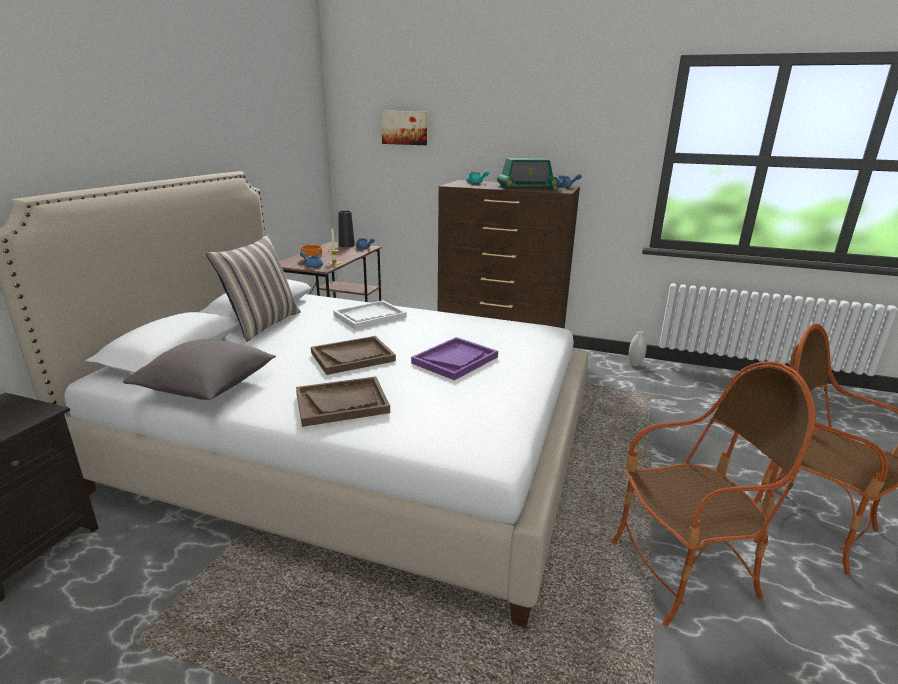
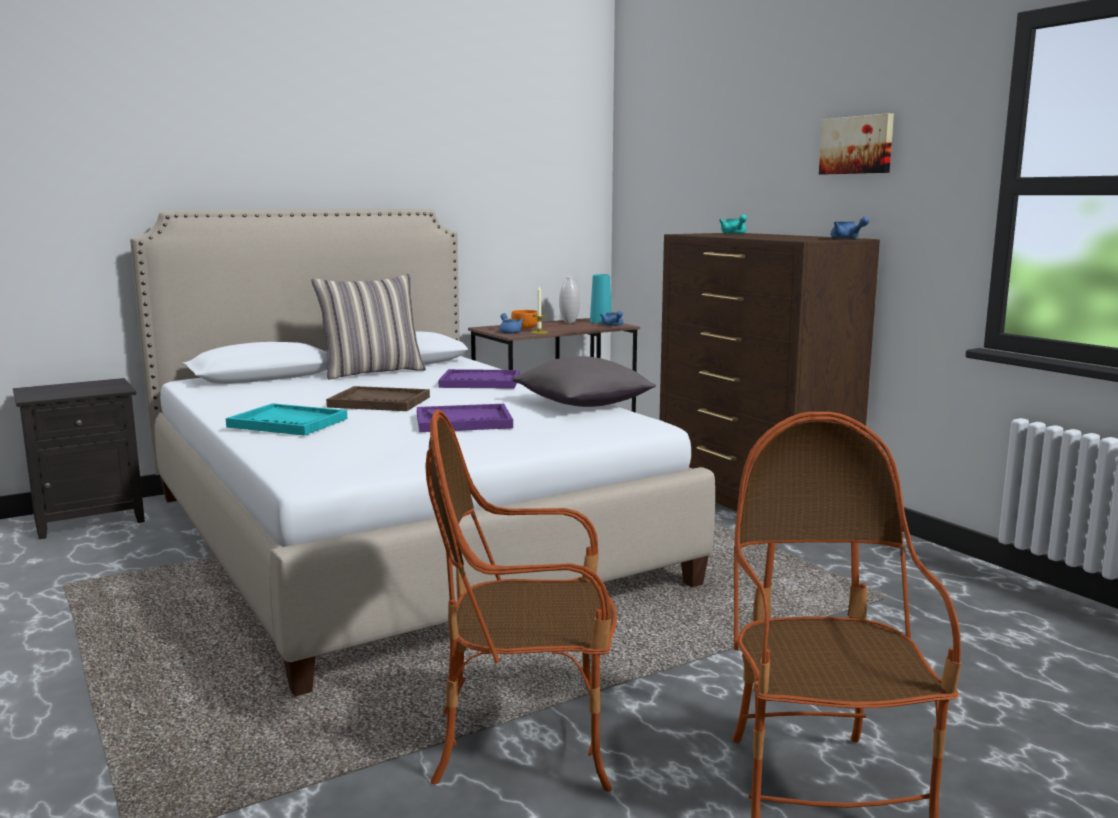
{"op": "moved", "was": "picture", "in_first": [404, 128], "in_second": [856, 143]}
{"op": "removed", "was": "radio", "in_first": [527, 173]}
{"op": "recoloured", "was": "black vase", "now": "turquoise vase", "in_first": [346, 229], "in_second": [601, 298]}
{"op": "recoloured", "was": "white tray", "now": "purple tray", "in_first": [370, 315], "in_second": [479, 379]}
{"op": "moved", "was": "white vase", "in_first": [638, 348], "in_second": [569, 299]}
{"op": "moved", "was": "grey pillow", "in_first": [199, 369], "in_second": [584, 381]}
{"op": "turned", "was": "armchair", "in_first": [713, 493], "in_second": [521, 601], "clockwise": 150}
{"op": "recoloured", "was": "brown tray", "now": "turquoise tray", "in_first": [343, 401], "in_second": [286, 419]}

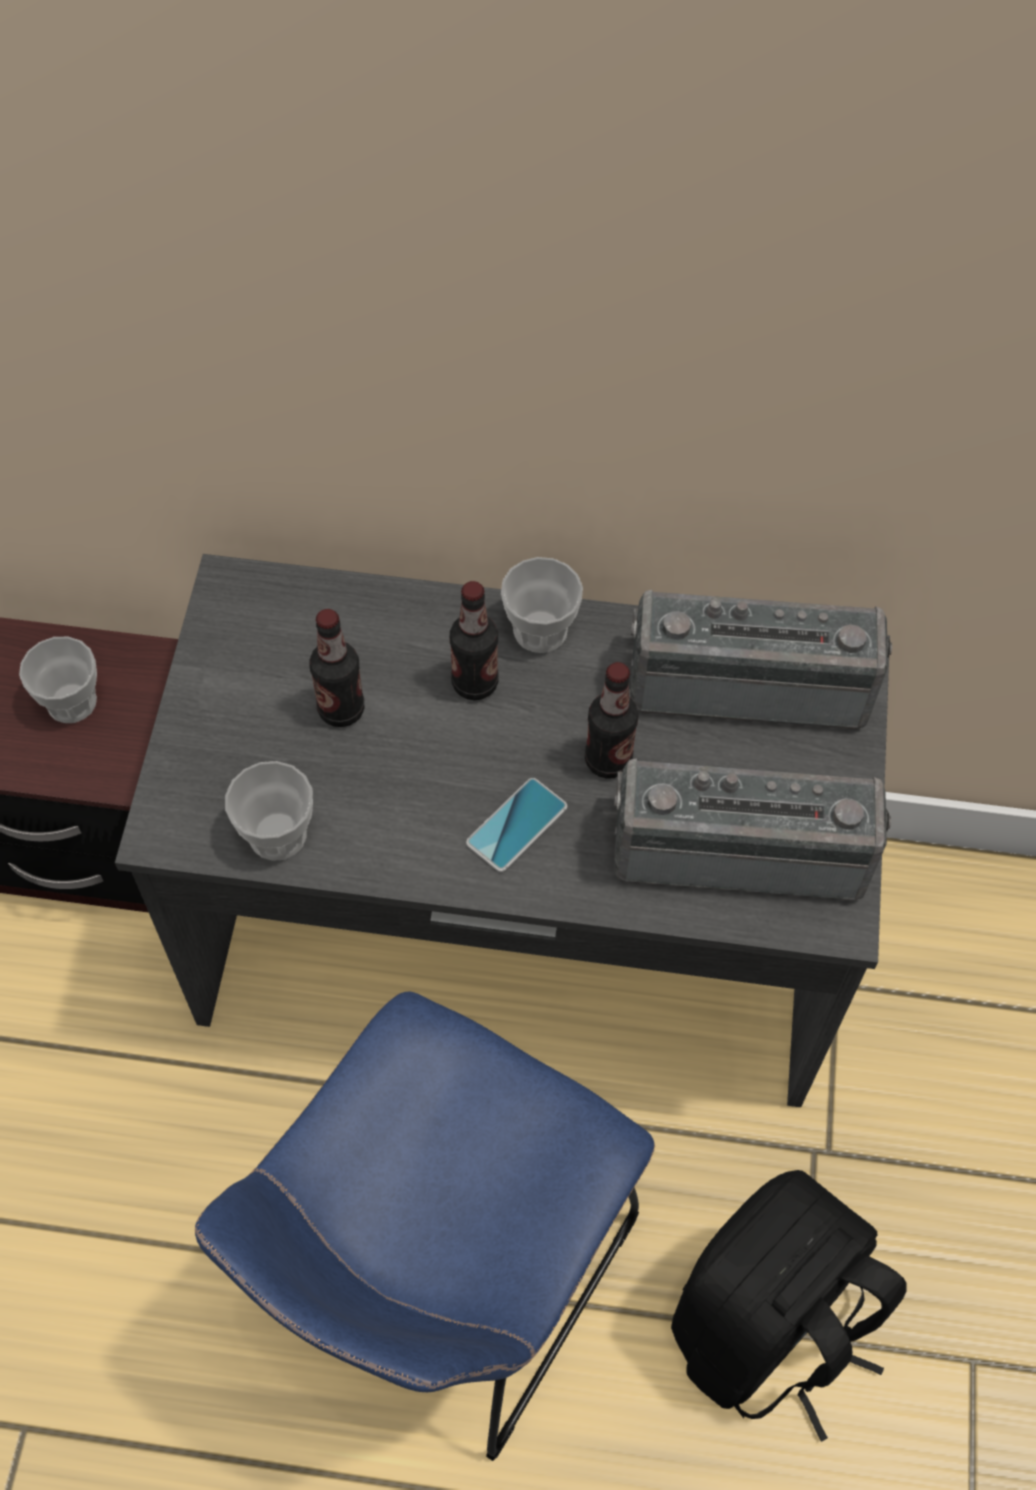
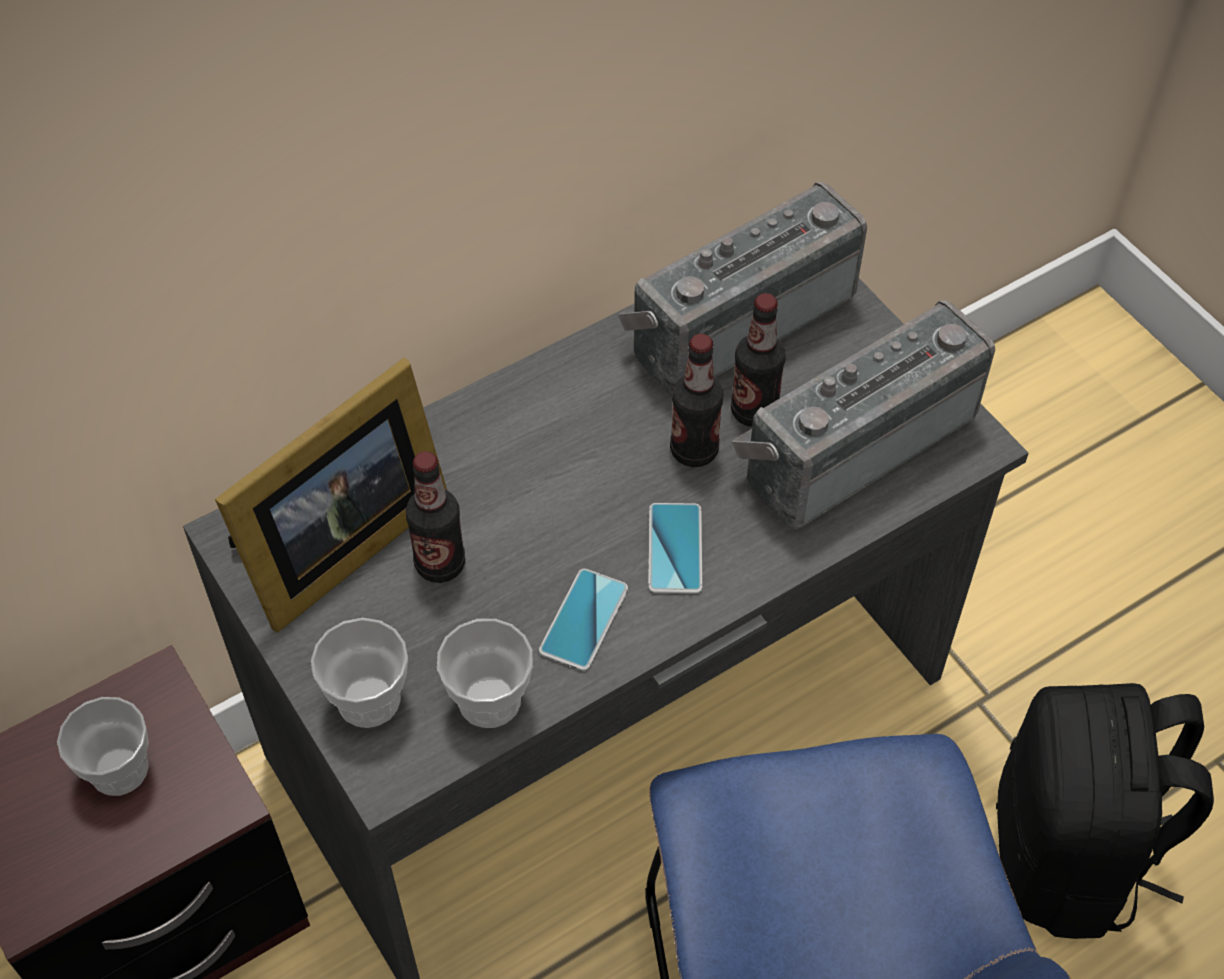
{"op": "moved", "was": "cup", "in_first": [542, 605], "in_second": [359, 673]}
{"op": "moved", "was": "bottle", "in_first": [474, 640], "in_second": [758, 360]}
{"op": "added", "now": "picture frame", "in_second": [331, 495]}
{"op": "added", "now": "phone", "in_second": [583, 620]}

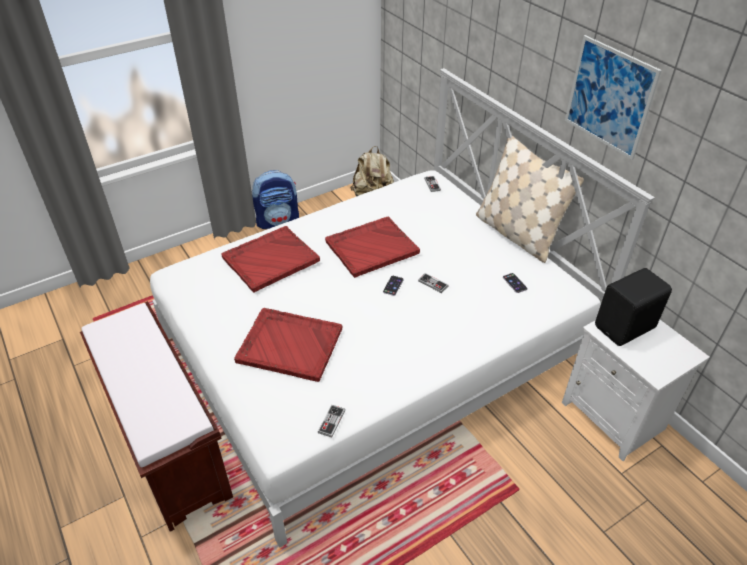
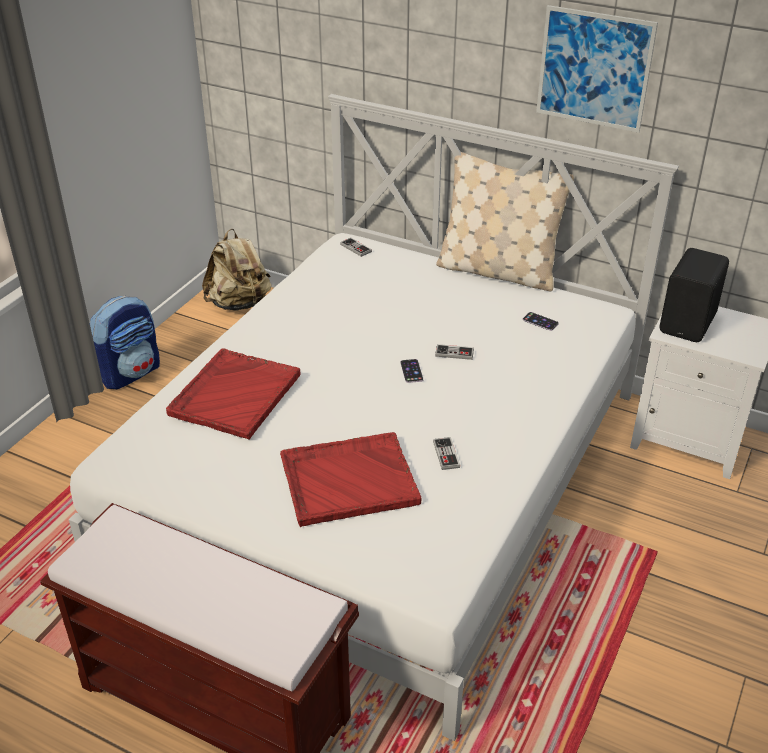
{"op": "removed", "was": "red tray", "in_first": [372, 247]}
{"op": "moved", "was": "game controller", "in_first": [331, 421], "in_second": [446, 453]}

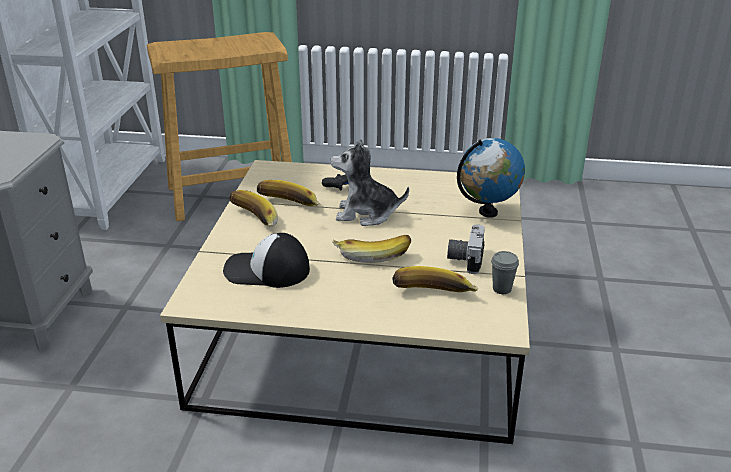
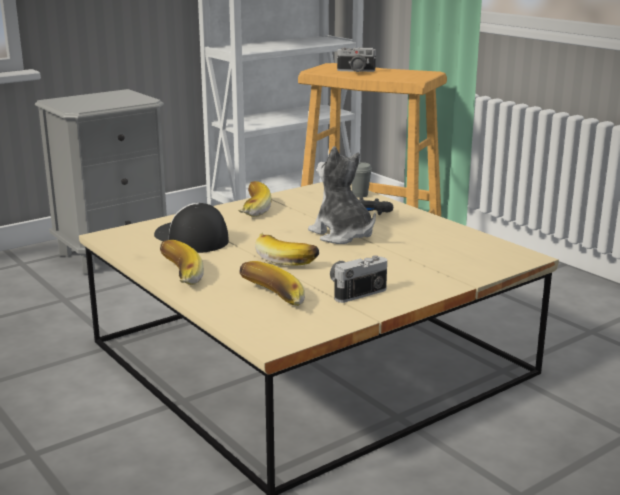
{"op": "removed", "was": "globe", "in_first": [491, 178]}
{"op": "moved", "was": "banana", "in_first": [288, 193], "in_second": [182, 262]}
{"op": "moved", "was": "grey cup", "in_first": [505, 272], "in_second": [361, 180]}
{"op": "added", "now": "photo camera", "in_second": [356, 59]}

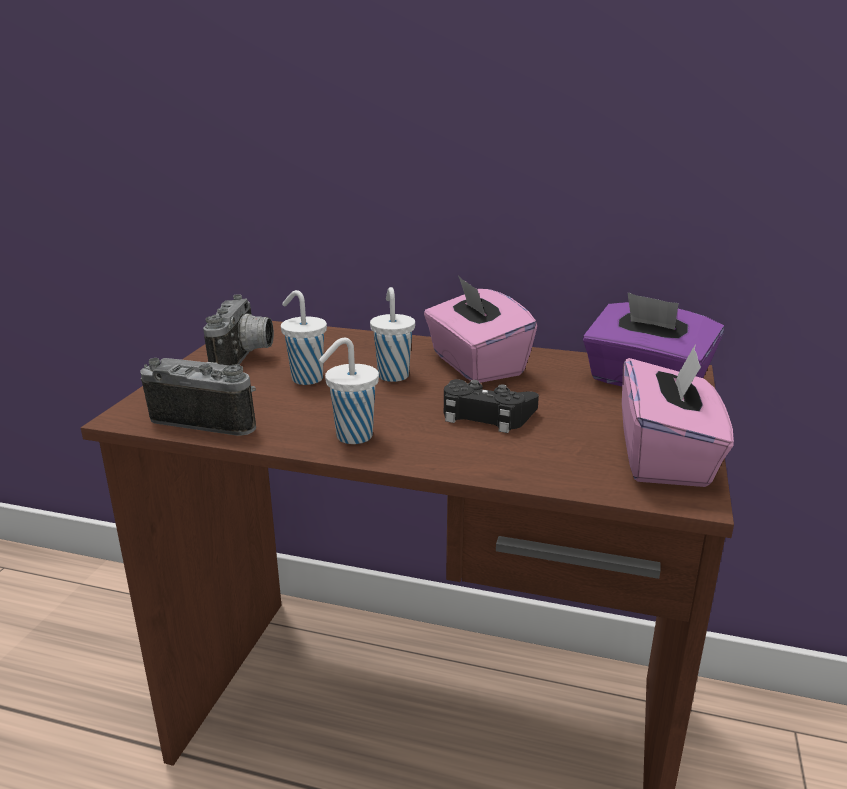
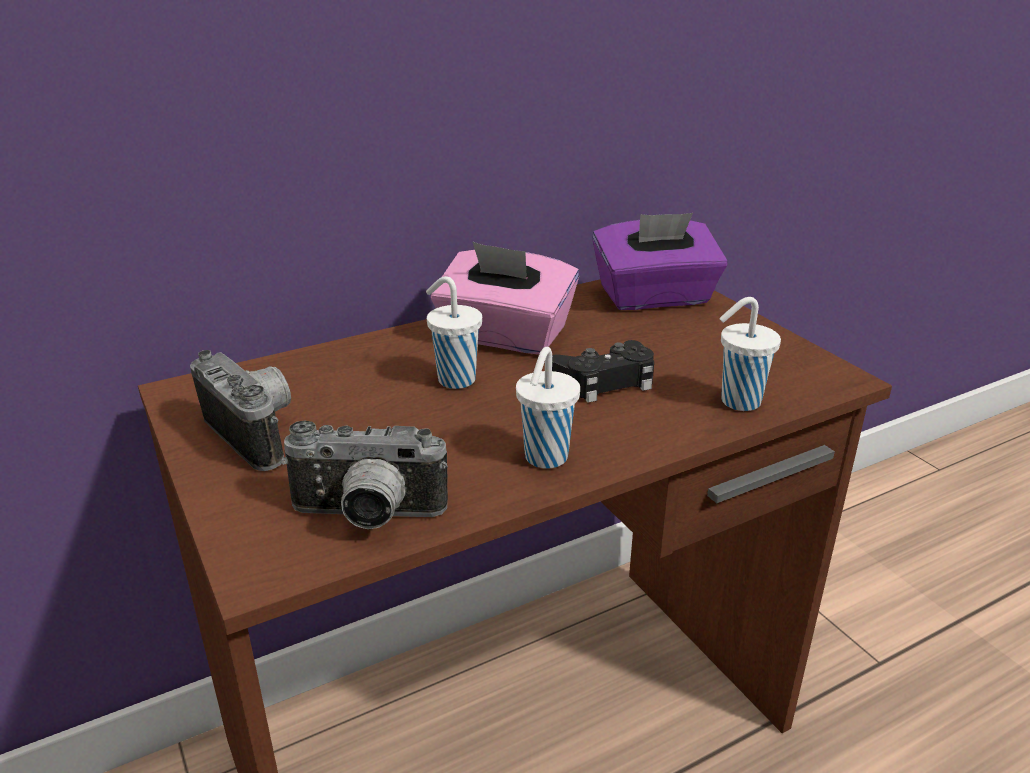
{"op": "moved", "was": "white cup", "in_first": [304, 337], "in_second": [750, 354]}
{"op": "removed", "was": "pink tissue box", "in_first": [678, 415]}
{"op": "turned", "was": "photo camera", "in_first": [198, 397], "in_second": [364, 474], "clockwise": -150}

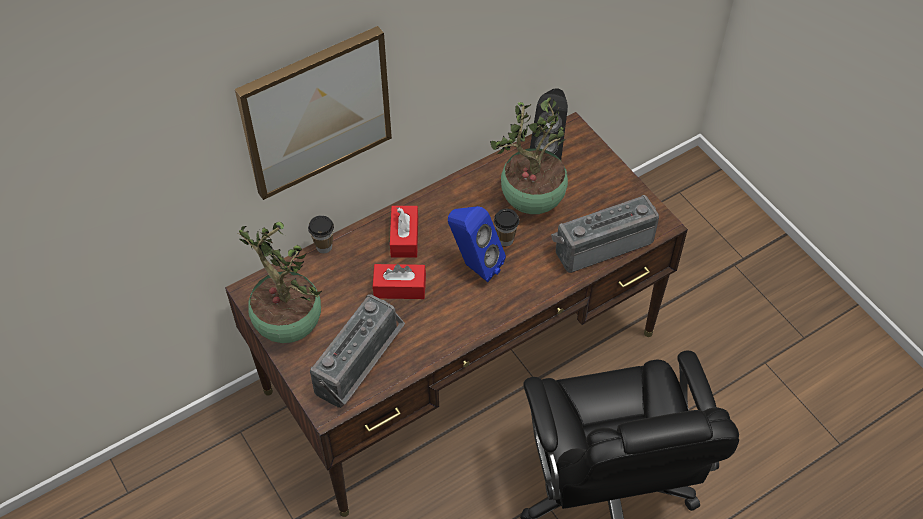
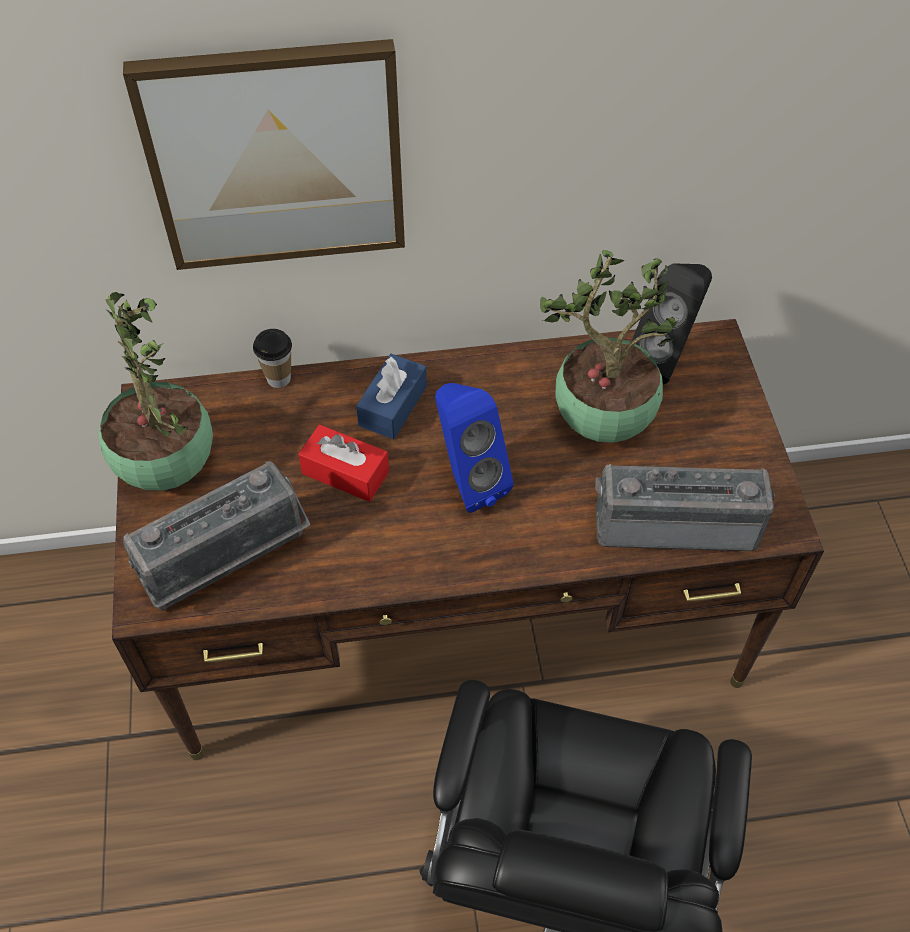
{"op": "recoloured", "was": "red tissue box", "now": "blue tissue box", "in_first": [404, 232], "in_second": [391, 396]}
{"op": "removed", "was": "cup", "in_first": [506, 227]}

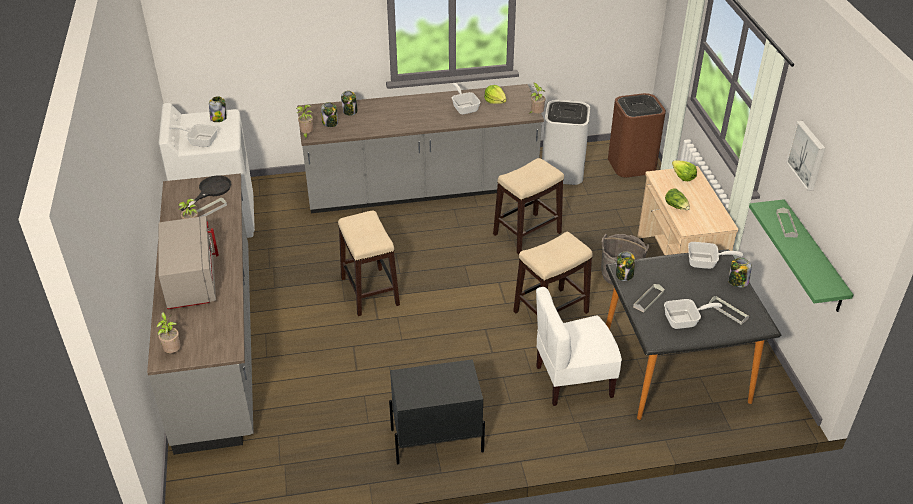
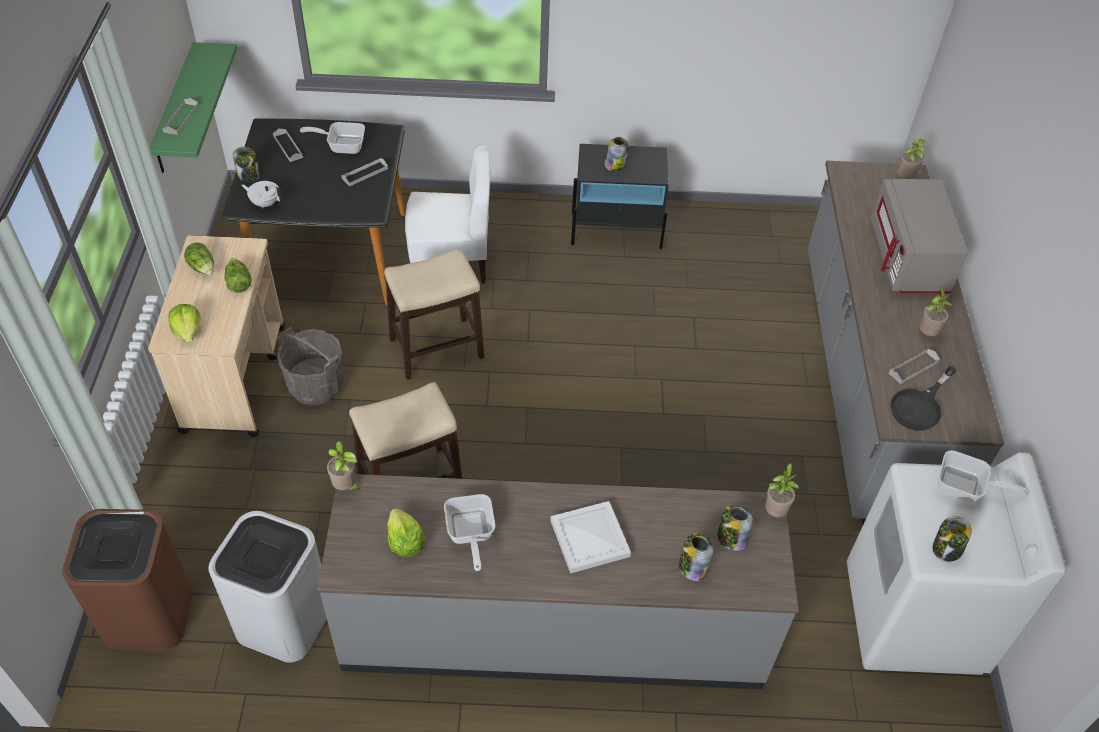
{"op": "removed", "was": "picture", "in_first": [806, 156]}
{"op": "removed", "was": "stool", "in_first": [369, 263]}
{"op": "replaced", "was": "frying pan", "now": "white teapot", "in_first": [715, 255], "in_second": [262, 194]}
{"op": "moved", "was": "jar", "in_first": [625, 266], "in_second": [617, 154]}
{"op": "added", "now": "lettuce", "in_second": [199, 259]}
{"op": "added", "now": "white tray", "in_second": [590, 537]}

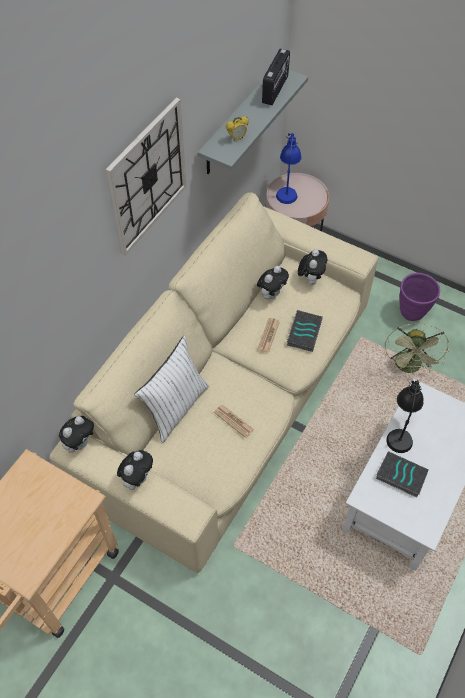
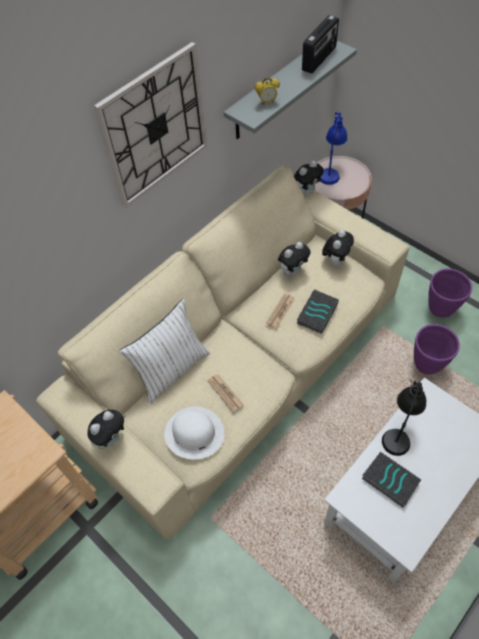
{"op": "replaced", "was": "green fan", "now": "purple planter", "in_first": [417, 349], "in_second": [437, 349]}
{"op": "moved", "was": "plush toy", "in_first": [76, 434], "in_second": [309, 178]}
{"op": "added", "now": "white hat", "in_second": [194, 432]}

